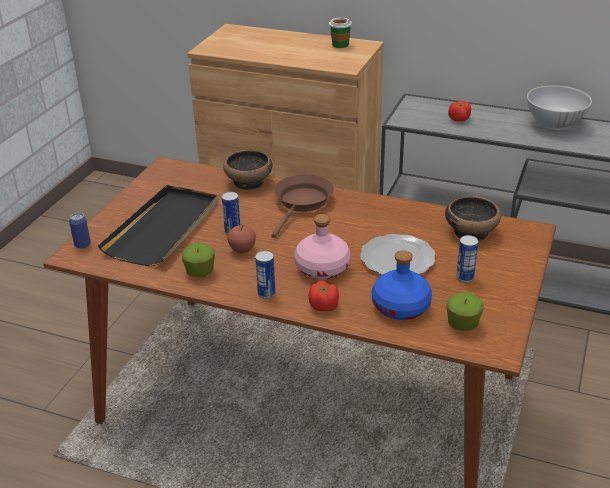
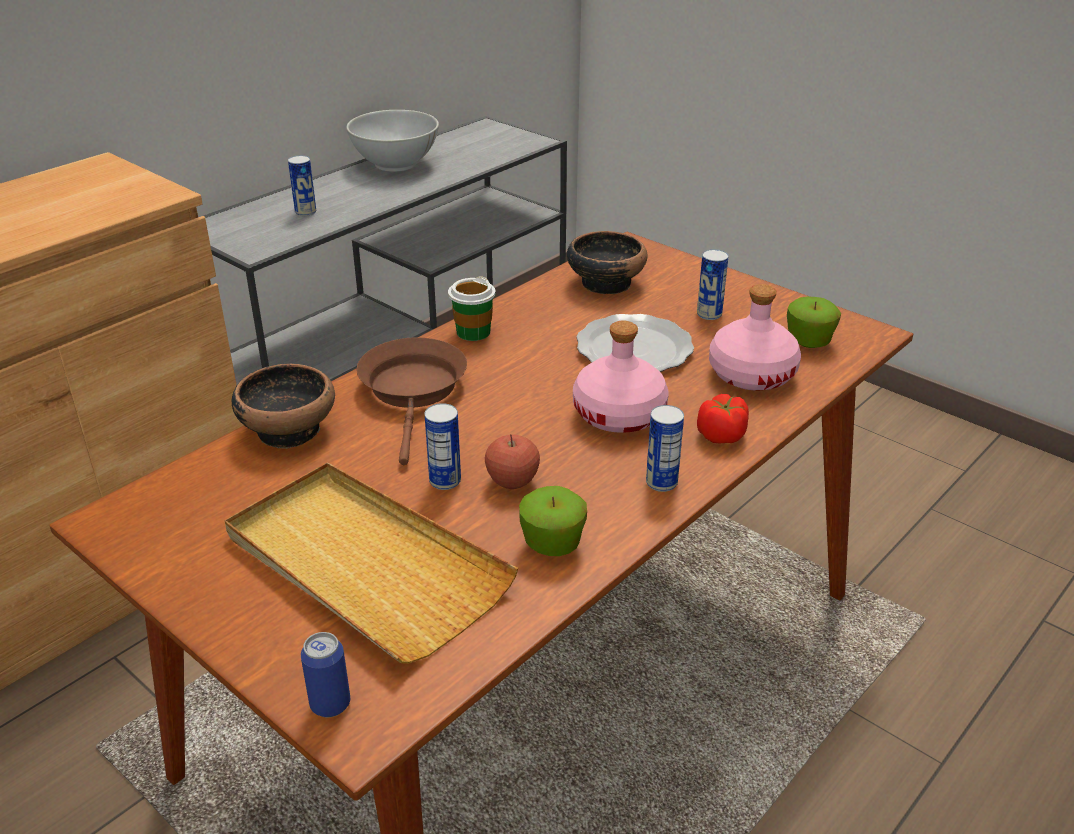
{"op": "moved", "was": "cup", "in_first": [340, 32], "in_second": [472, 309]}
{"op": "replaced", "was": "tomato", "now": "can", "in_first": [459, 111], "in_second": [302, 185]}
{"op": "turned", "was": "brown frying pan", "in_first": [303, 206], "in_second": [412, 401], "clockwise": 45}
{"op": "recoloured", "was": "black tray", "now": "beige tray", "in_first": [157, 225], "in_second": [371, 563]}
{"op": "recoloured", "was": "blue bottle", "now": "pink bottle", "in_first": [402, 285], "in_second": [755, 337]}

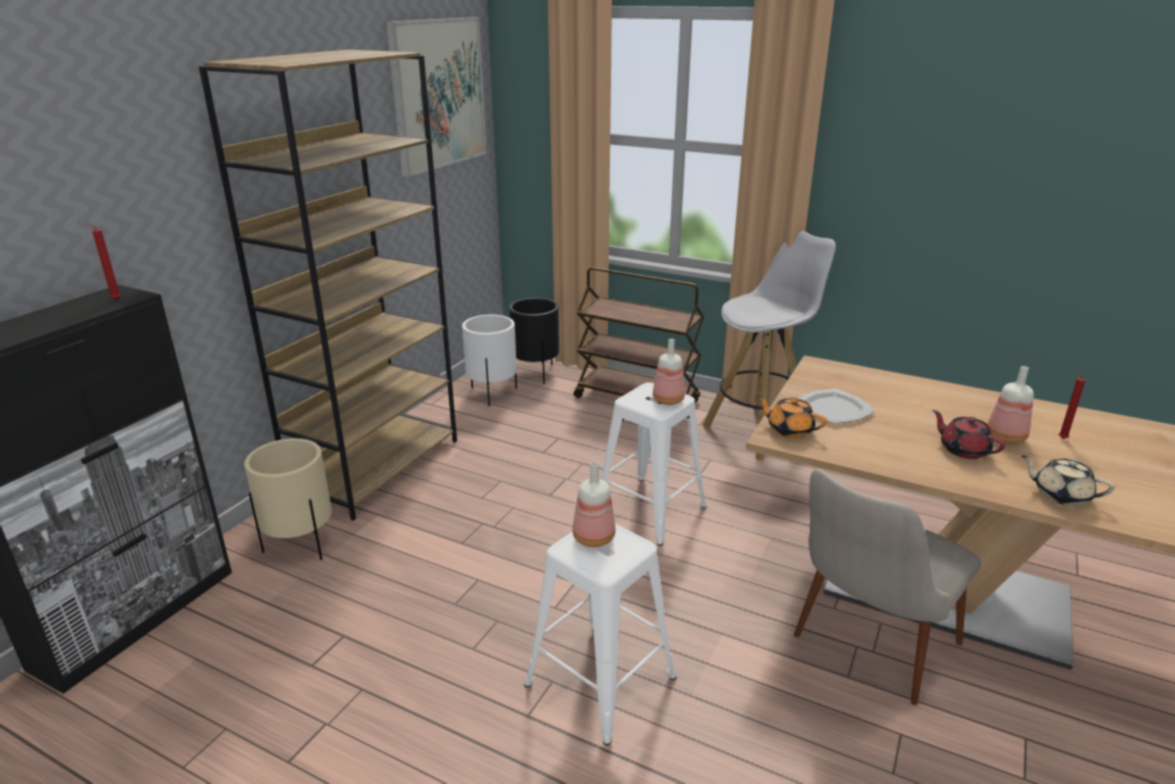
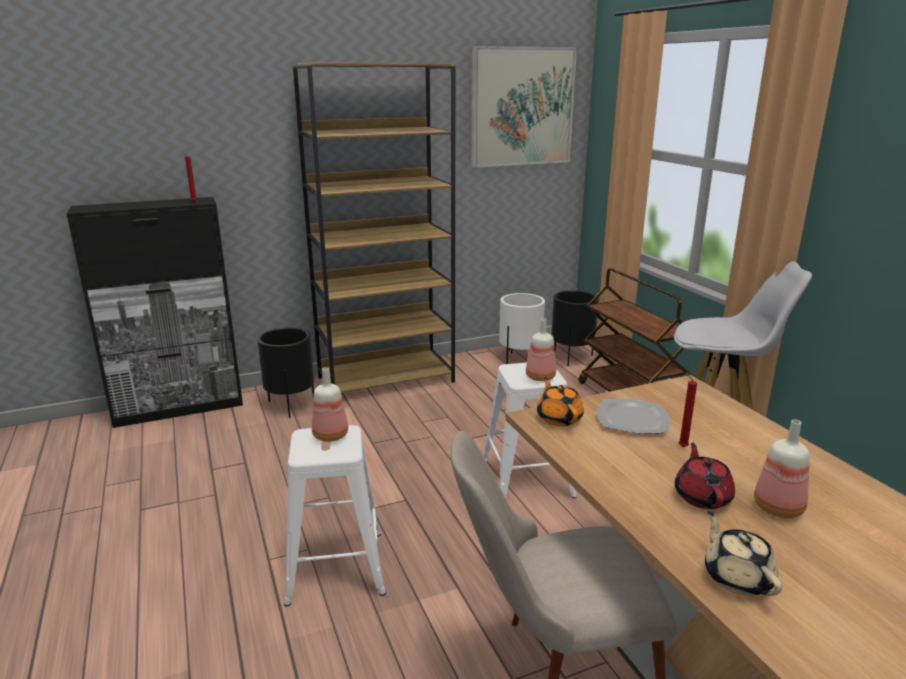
{"op": "moved", "was": "red candle", "in_first": [1072, 405], "in_second": [688, 409]}
{"op": "recoloured", "was": "beige planter", "now": "black planter", "in_first": [288, 499], "in_second": [285, 372]}

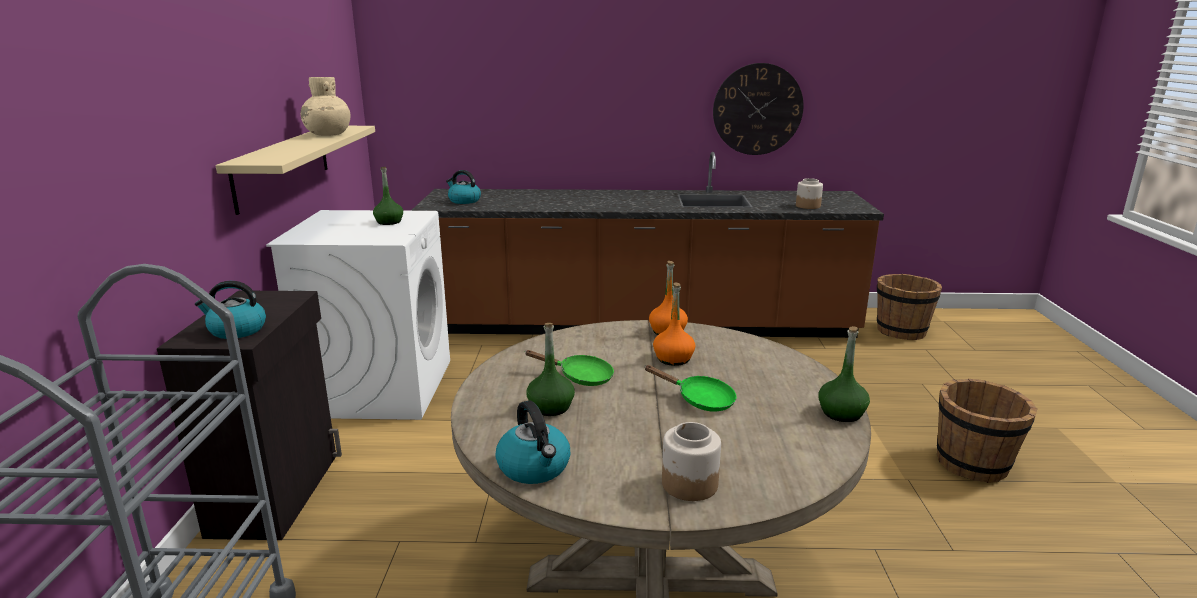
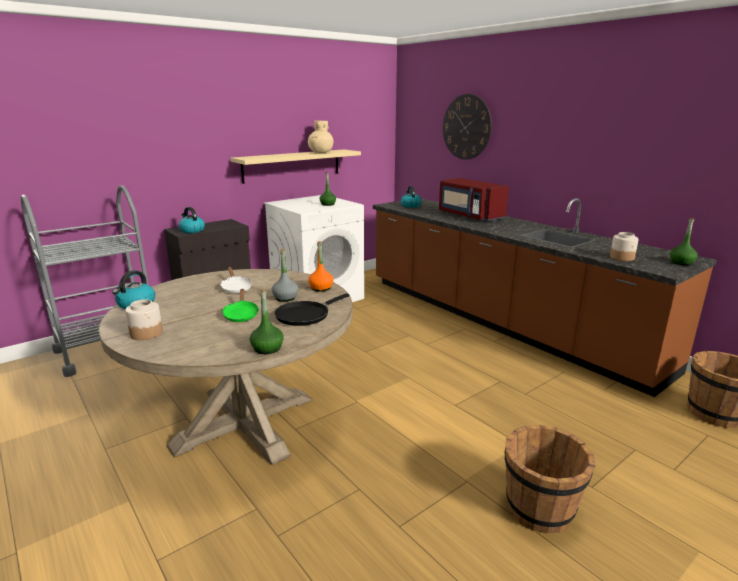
{"op": "moved", "was": "wall clock", "in_first": [758, 109], "in_second": [467, 127]}
{"op": "recoloured", "was": "orange bottle", "now": "grey bottle", "in_first": [674, 324], "in_second": [285, 275]}
{"op": "moved", "was": "green bottle", "in_first": [550, 369], "in_second": [684, 241]}
{"op": "recoloured", "was": "green frying pan", "now": "white frying pan", "in_first": [569, 368], "in_second": [236, 280]}
{"op": "added", "now": "red microwave", "in_second": [474, 200]}
{"op": "added", "now": "black frying pan", "in_second": [311, 309]}

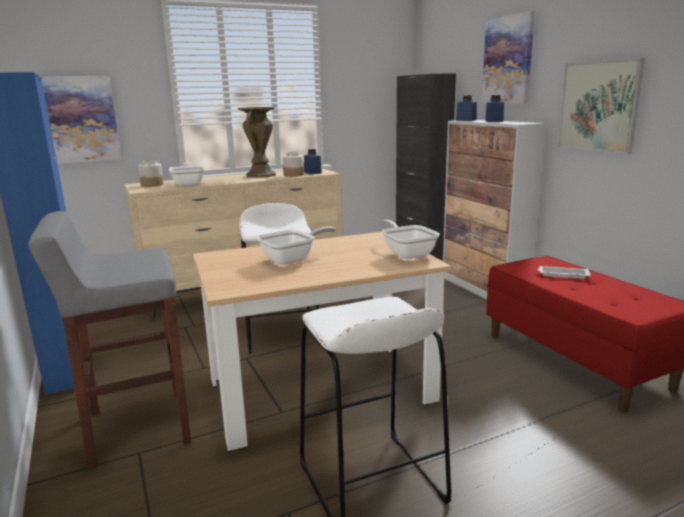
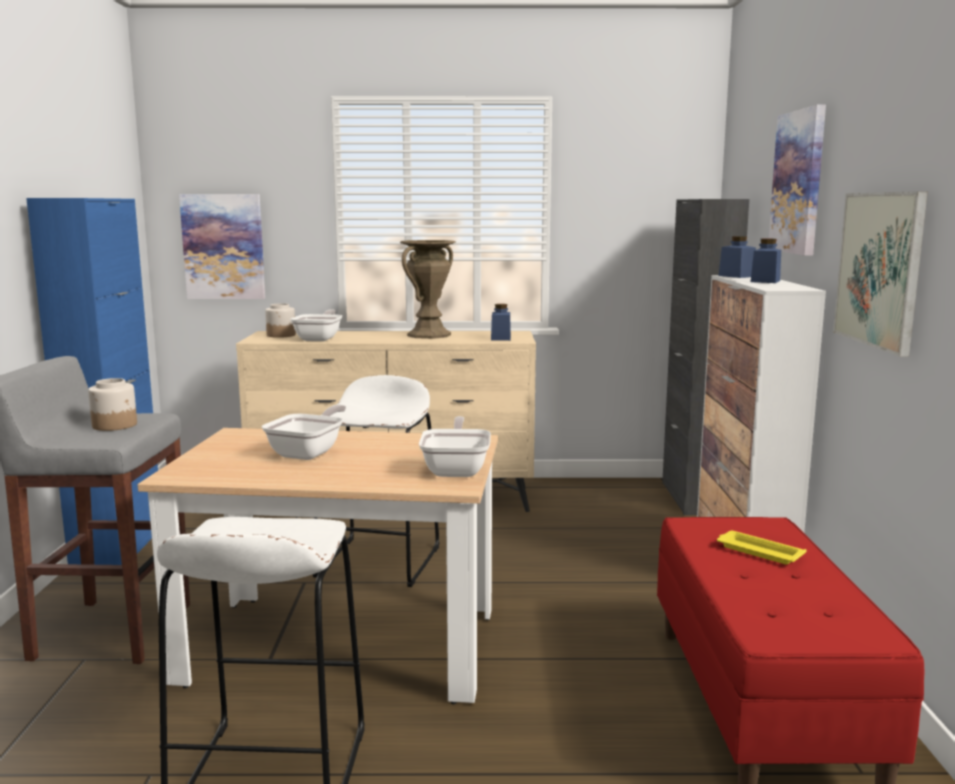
{"op": "moved", "was": "jar", "in_first": [293, 164], "in_second": [112, 404]}
{"op": "turned", "was": "frying pan", "in_first": [296, 245], "in_second": [304, 432], "clockwise": -60}
{"op": "recoloured", "was": "white tray", "now": "yellow tray", "in_first": [564, 272], "in_second": [762, 547]}

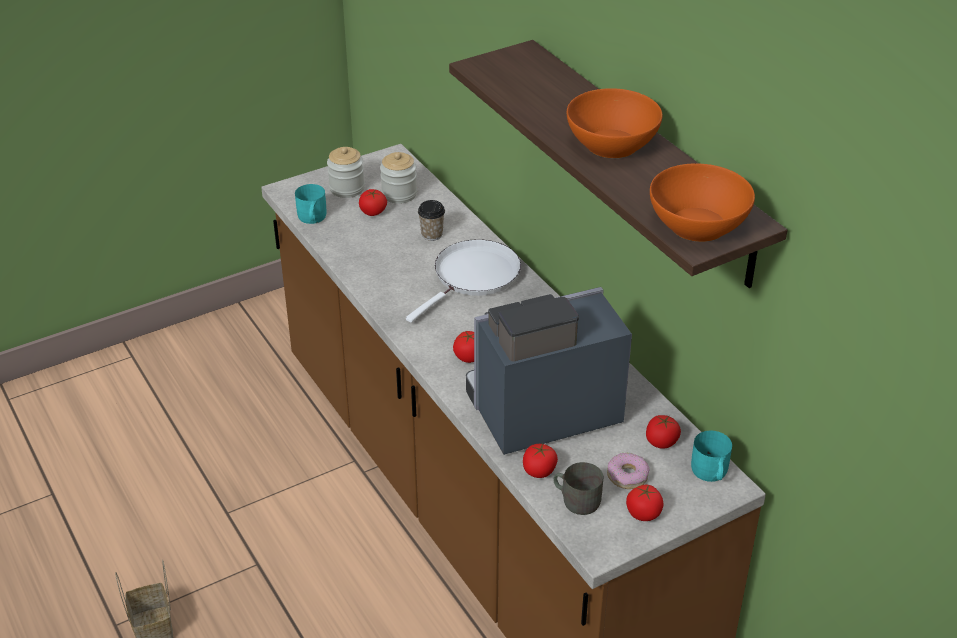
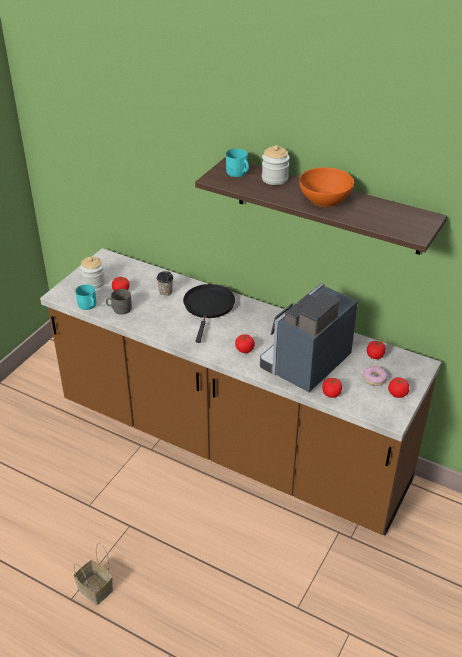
{"op": "moved", "was": "jar", "in_first": [398, 178], "in_second": [276, 165]}
{"op": "removed", "was": "orange bowl", "in_first": [702, 202]}
{"op": "recoloured", "was": "white frying pan", "now": "black frying pan", "in_first": [463, 281], "in_second": [209, 313]}
{"op": "moved", "was": "turquoise mug", "in_first": [711, 456], "in_second": [237, 163]}
{"op": "moved", "was": "grey mug", "in_first": [578, 488], "in_second": [119, 302]}

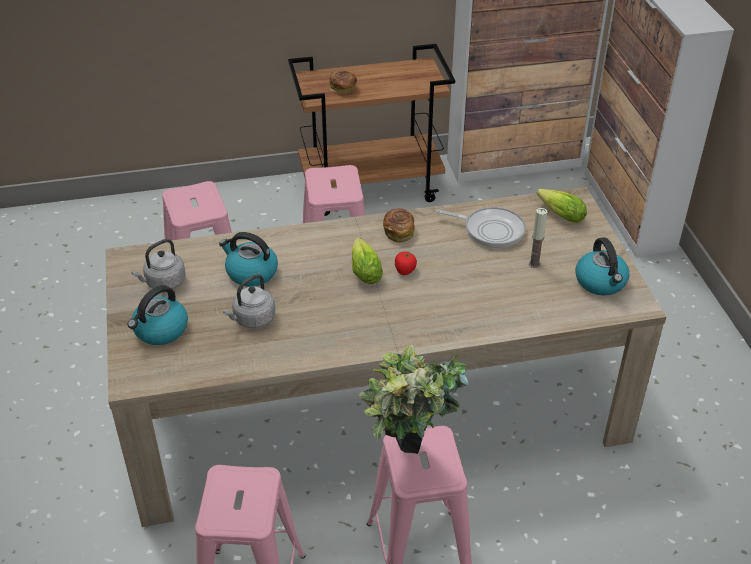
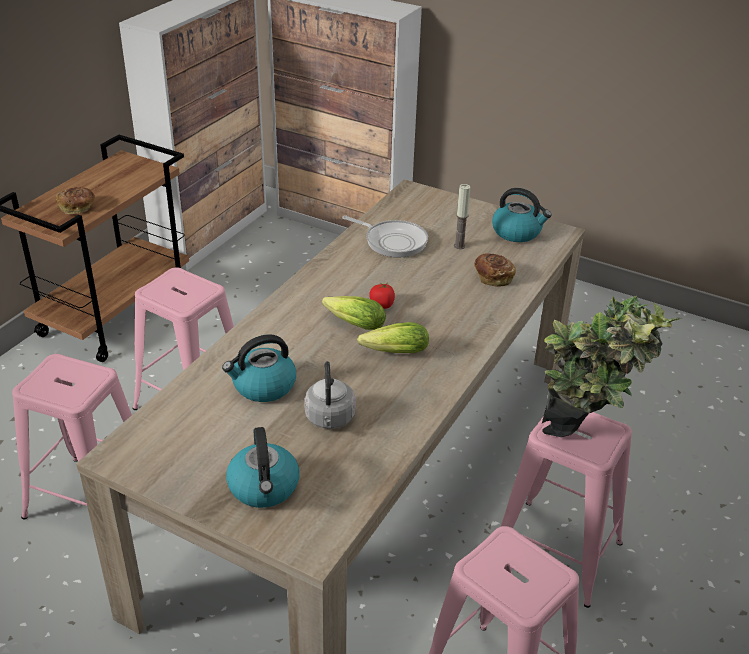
{"op": "moved", "was": "lettuce", "in_first": [562, 206], "in_second": [393, 337]}
{"op": "turned", "was": "frying pan", "in_first": [481, 227], "in_second": [385, 237], "clockwise": 60}
{"op": "moved", "was": "bread", "in_first": [399, 225], "in_second": [495, 270]}
{"op": "removed", "was": "grey kettle", "in_first": [159, 264]}

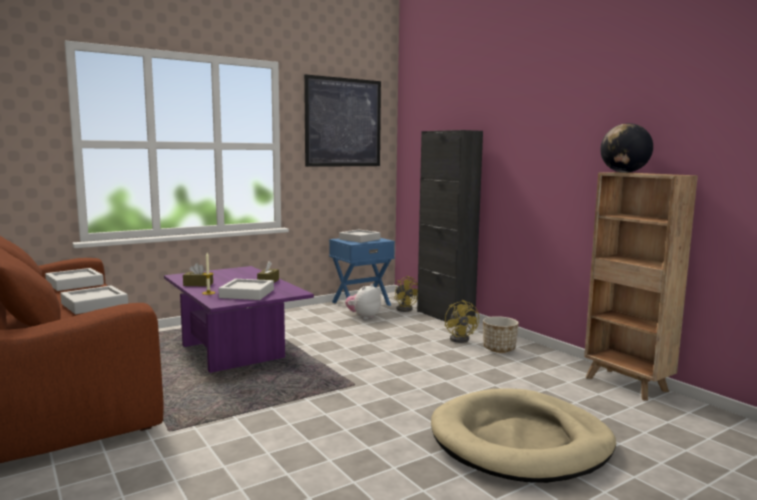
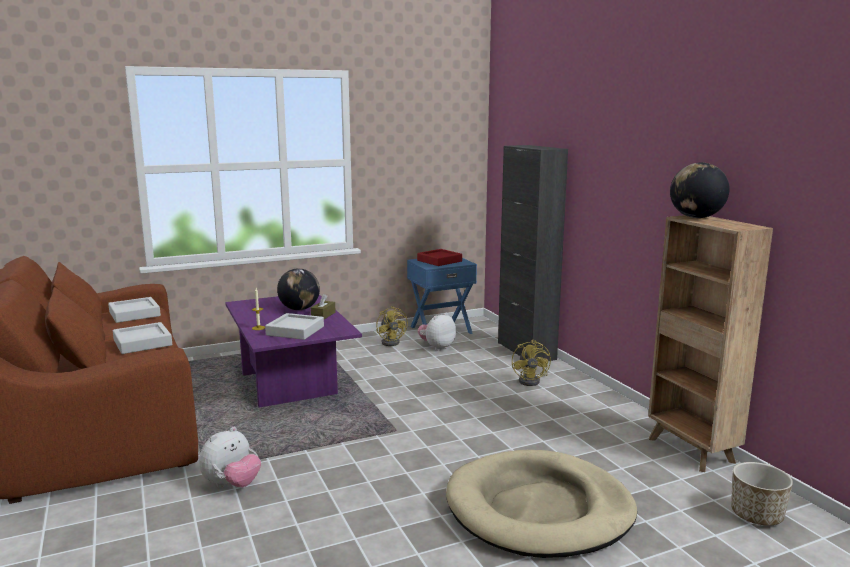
{"op": "removed", "was": "picture", "in_first": [342, 120]}
{"op": "recoloured", "was": "grey tray", "now": "red tray", "in_first": [359, 236], "in_second": [439, 257]}
{"op": "removed", "was": "brown tissue box", "in_first": [198, 275]}
{"op": "moved", "was": "yellow fan", "in_first": [406, 294], "in_second": [392, 326]}
{"op": "moved", "was": "planter", "in_first": [501, 334], "in_second": [762, 494]}
{"op": "added", "now": "globe", "in_second": [298, 289]}
{"op": "added", "now": "plush toy", "in_second": [230, 457]}

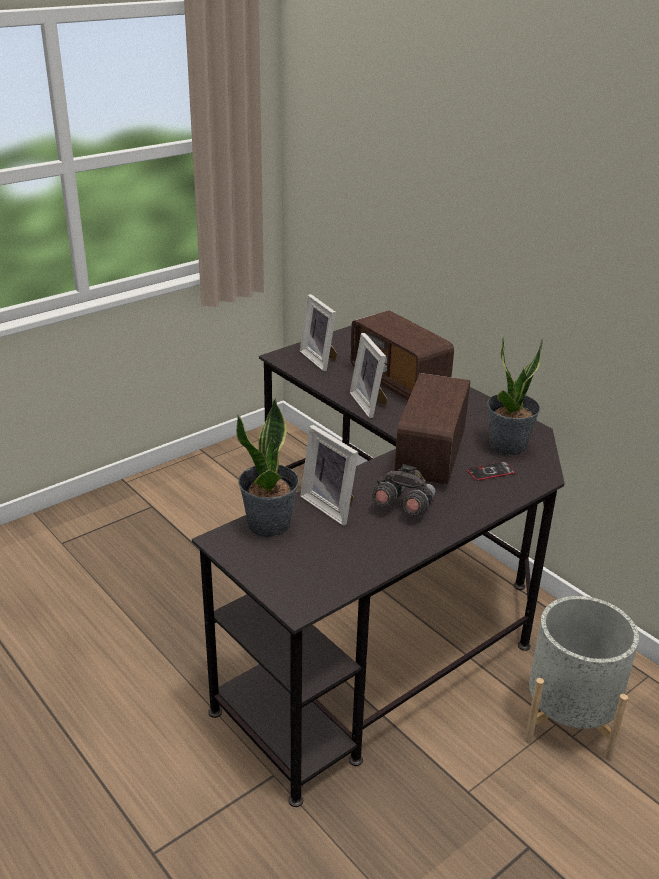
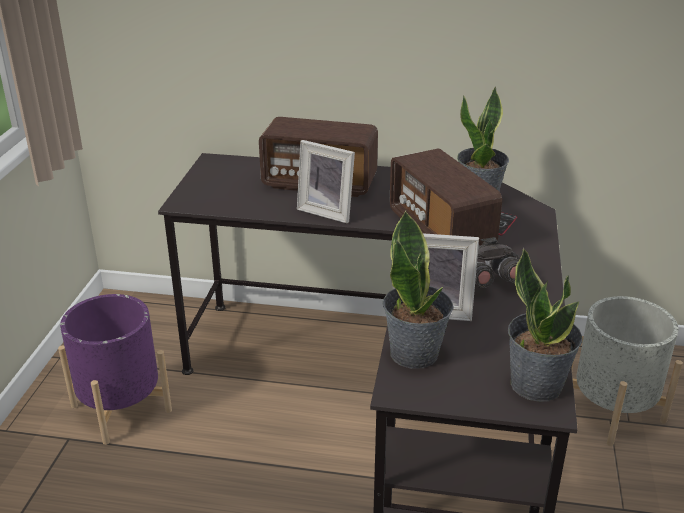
{"op": "removed", "was": "picture frame", "in_first": [318, 332]}
{"op": "added", "now": "potted plant", "in_second": [545, 325]}
{"op": "added", "now": "purple planter", "in_second": [115, 369]}

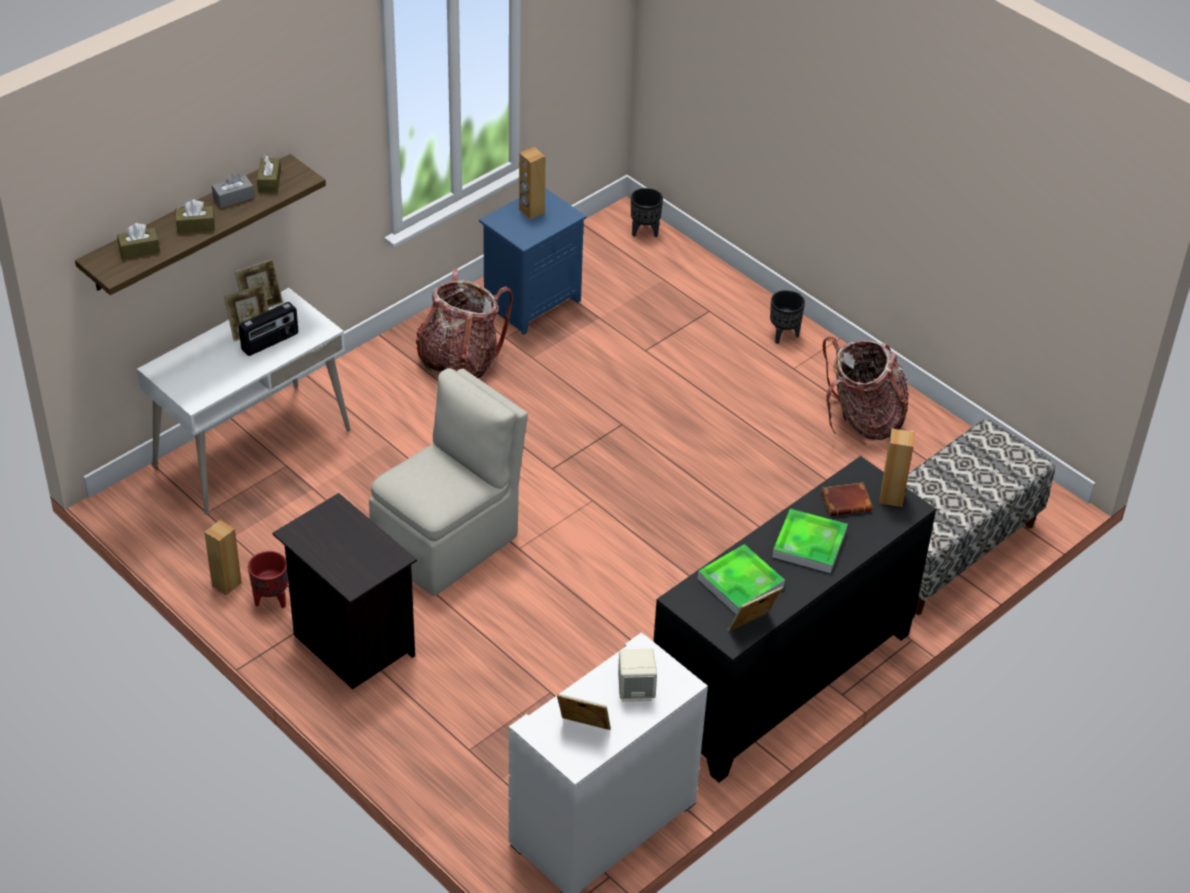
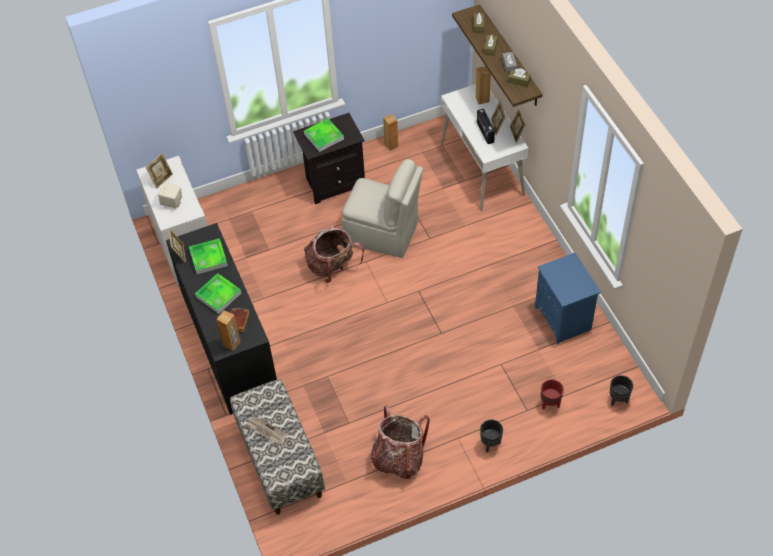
{"op": "moved", "was": "brown speaker", "in_first": [532, 183], "in_second": [483, 85]}
{"op": "moved", "was": "backpack", "in_first": [464, 323], "in_second": [334, 255]}
{"op": "turned", "was": "beige chair", "in_first": [448, 482], "in_second": [382, 208], "clockwise": -45}
{"op": "moved", "was": "red planter", "in_first": [268, 579], "in_second": [552, 394]}
{"op": "added", "now": "tray", "in_second": [324, 135]}
{"op": "added", "now": "newspaper", "in_second": [267, 430]}

